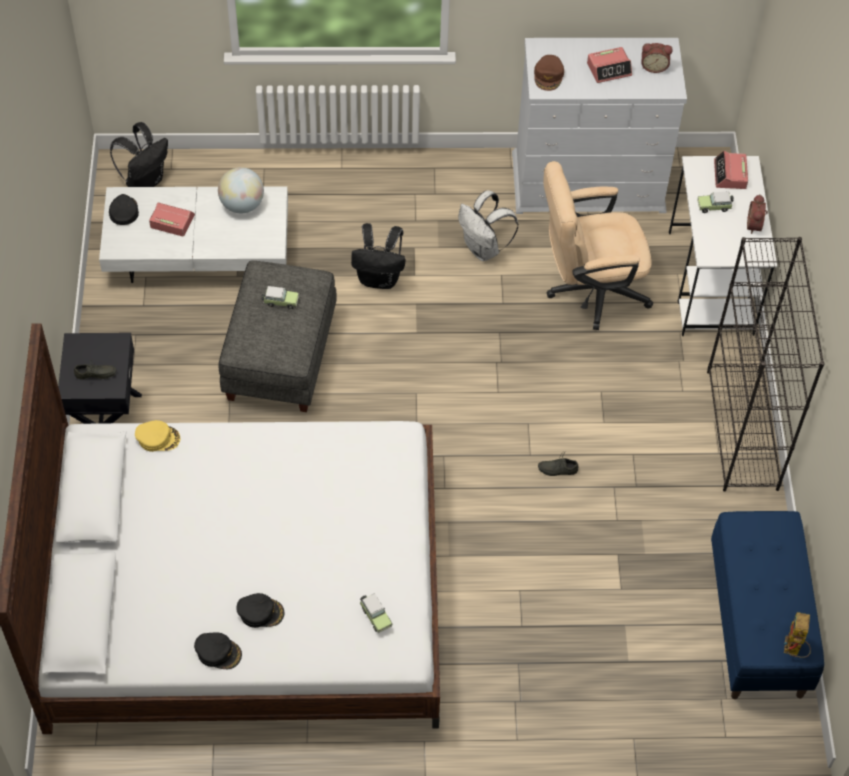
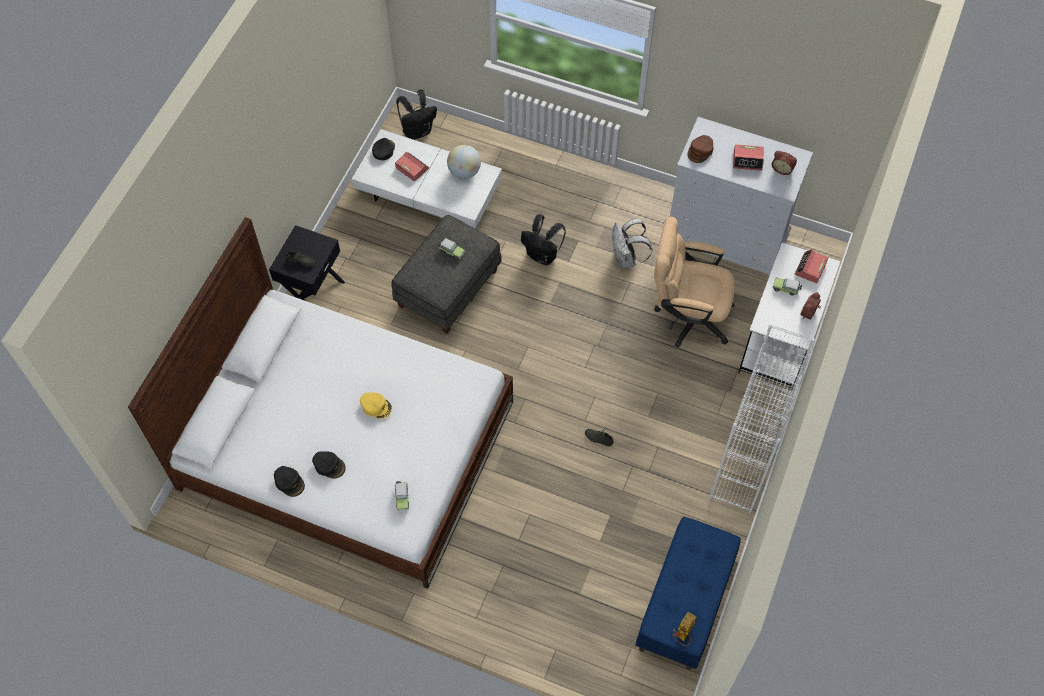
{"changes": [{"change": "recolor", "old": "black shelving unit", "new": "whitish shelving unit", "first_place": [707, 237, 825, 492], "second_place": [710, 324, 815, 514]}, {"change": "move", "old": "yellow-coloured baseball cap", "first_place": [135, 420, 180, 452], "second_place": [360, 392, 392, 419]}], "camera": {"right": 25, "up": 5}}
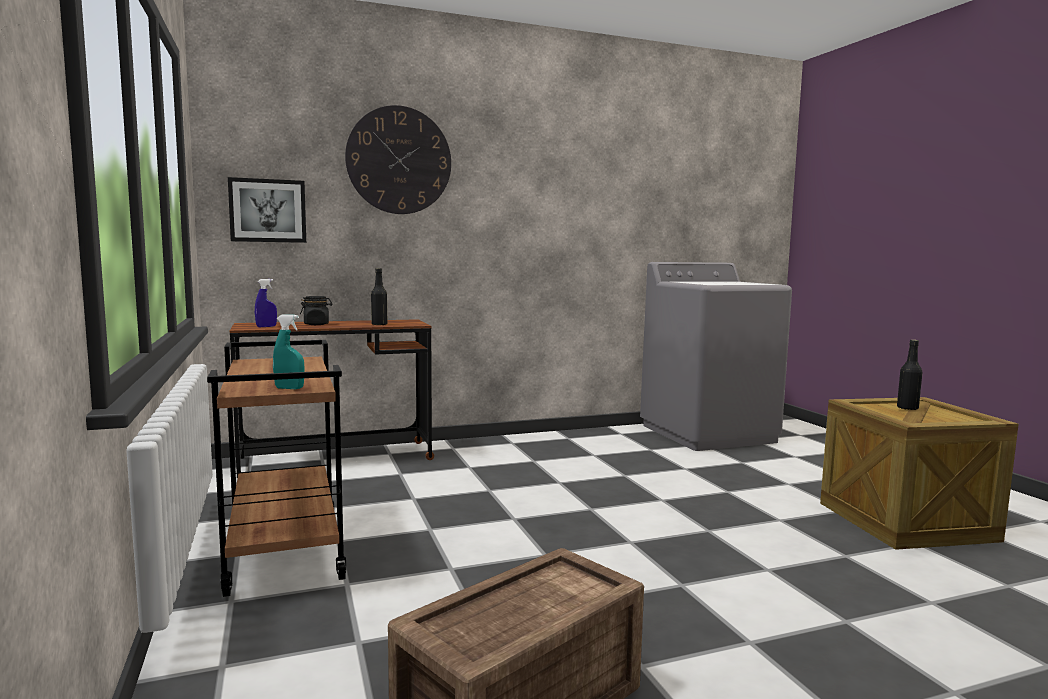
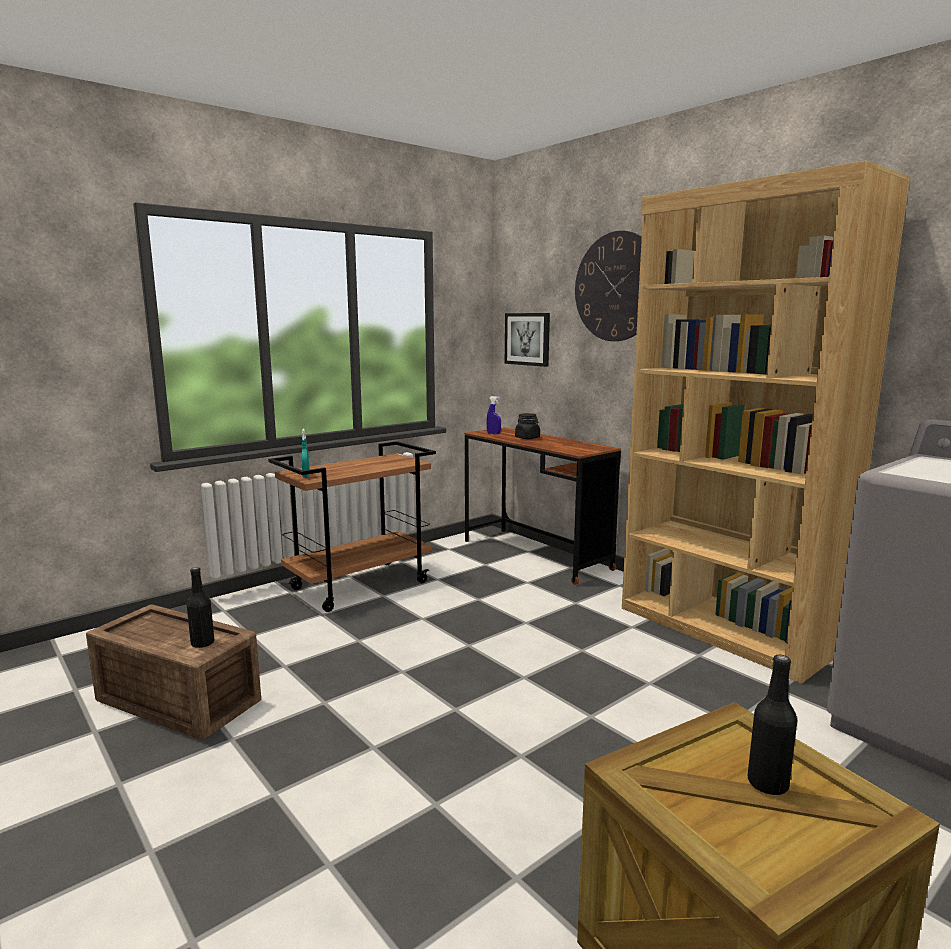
{"changes": [{"change": "move", "old": "black beverage bottle", "first_place": [371, 268, 387, 325], "second_place": [187, 567, 215, 648]}, {"change": "insert", "new": "brown shelving unit", "second_place": [622, 161, 910, 684]}], "camera": {"right": 70, "up": 5}}
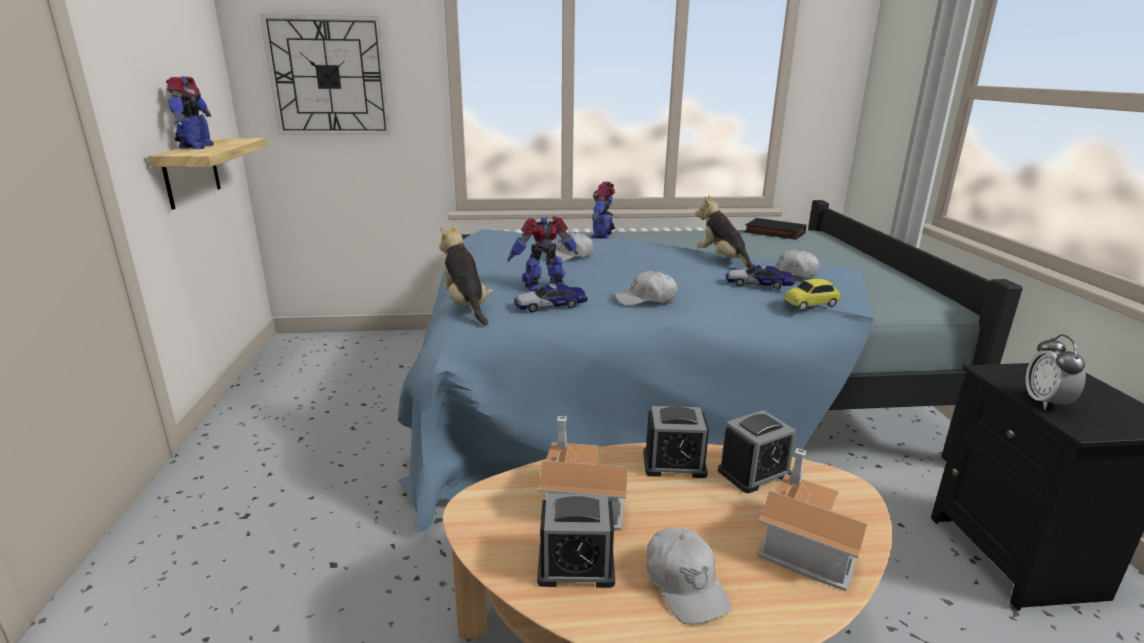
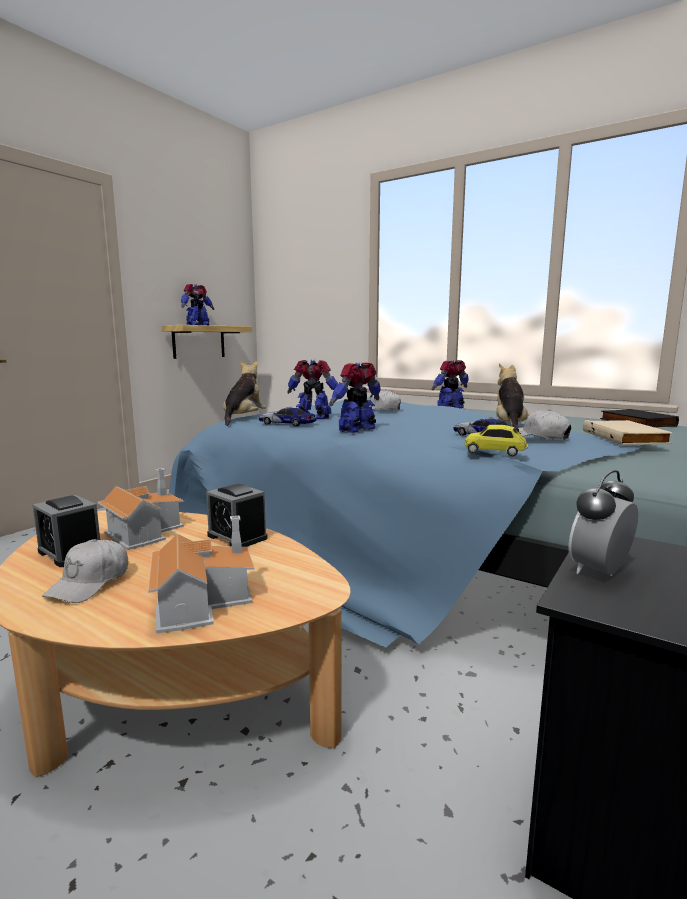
{"changes": [{"change": "delete", "old": "clock on the wall", "first_place": [260, 14, 391, 135]}, {"change": "replace", "old": "whitish baseball cap", "new": "toy robot", "first_place": [615, 271, 677, 305], "second_place": [329, 363, 381, 433]}, {"change": "delete", "old": "alarm clock", "first_place": [718, 410, 797, 493]}, {"change": "insert", "new": "sand-coloured volume", "second_place": [583, 420, 673, 445]}], "camera": {"right": 40, "up": -10}}
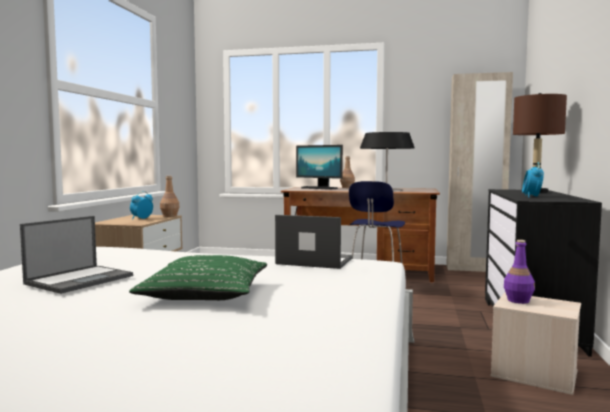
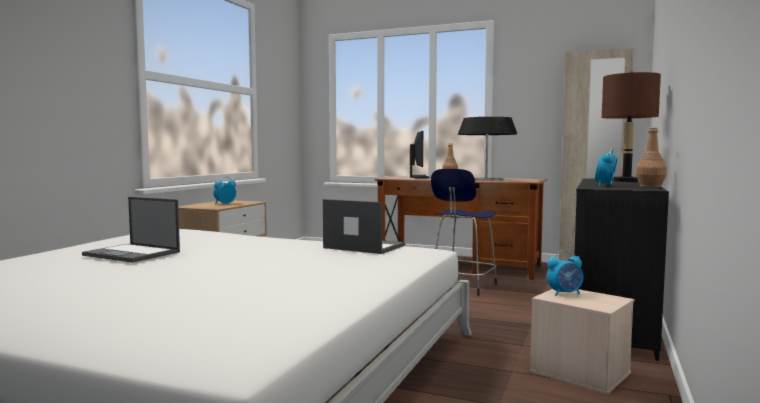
{"changes": [{"change": "rotate", "old": "monitor", "first_place": [296, 145, 343, 190], "second_place": [410, 131, 429, 178], "degrees": -135}, {"change": "move", "old": "brown beverage bottle", "first_place": [160, 176, 179, 217], "second_place": [636, 127, 667, 188]}, {"change": "rotate", "old": "laptop", "first_place": [20, 216, 133, 294], "second_place": [82, 197, 180, 263], "degrees": 75}, {"change": "replace", "old": "purple-coloured beverage bottle", "new": "alarm clock", "first_place": [504, 240, 535, 304], "second_place": [547, 250, 583, 296]}, {"change": "delete", "old": "green-coloured throw pillow", "first_place": [129, 255, 267, 300]}], "camera": {"right": 10, "up": 0}}
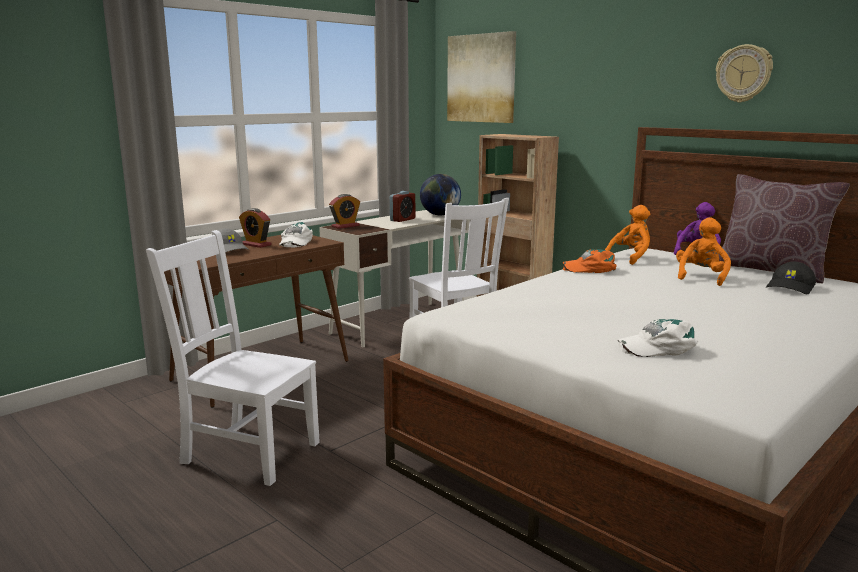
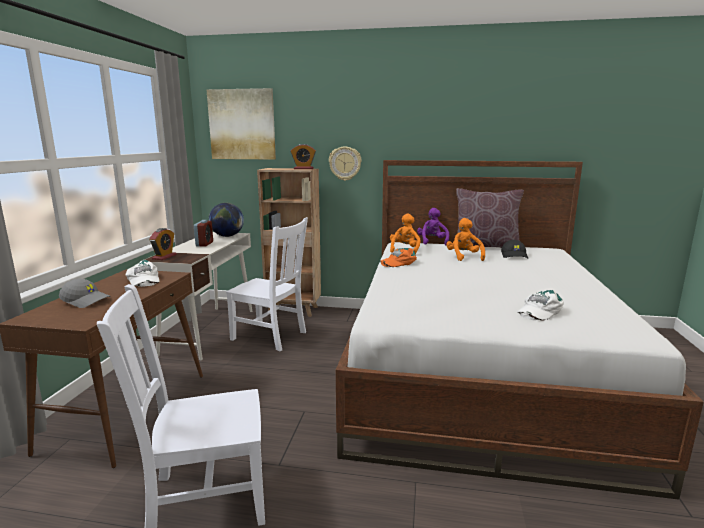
{"changes": [{"change": "move", "old": "clock on the wall", "first_place": [716, 44, 773, 103], "second_place": [329, 147, 362, 181]}, {"change": "move", "old": "alarm clock", "first_place": [239, 208, 272, 248], "second_place": [291, 144, 316, 169]}], "camera": {"right": -35, "up": 0}}
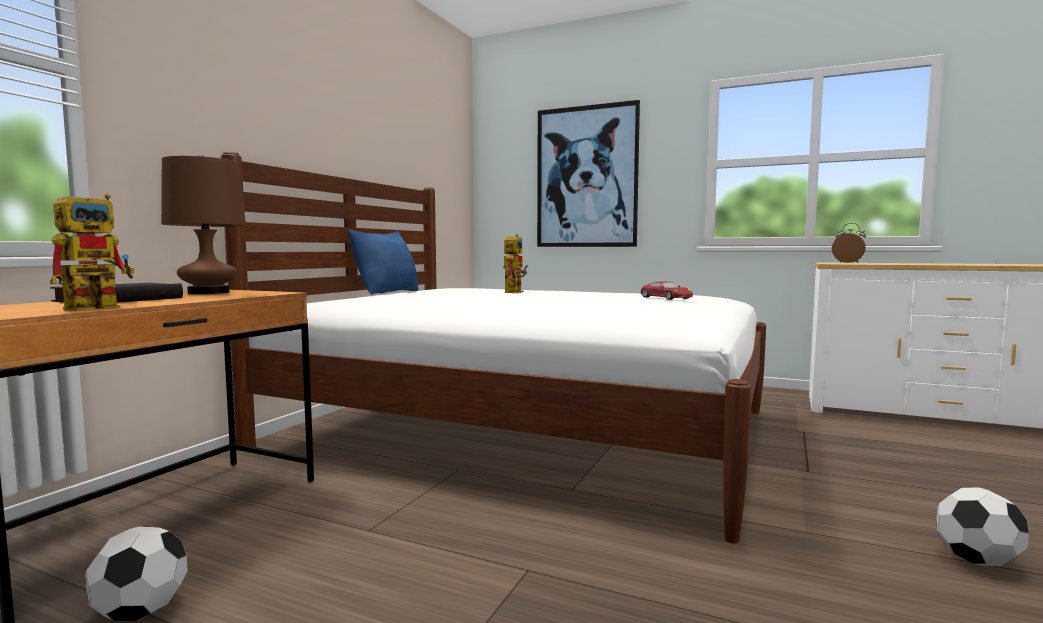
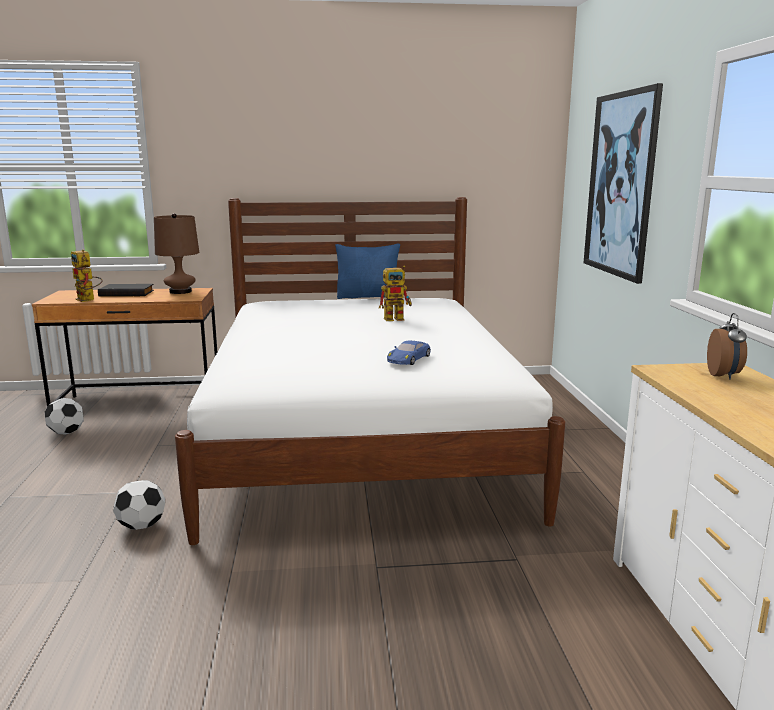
{"changes": [{"change": "rotate", "old": "toy robot", "first_place": [50, 194, 134, 311], "second_place": [71, 250, 103, 302], "degrees": 45}, {"change": "recolor", "old": "red model car", "new": "blue model car", "first_place": [641, 281, 693, 300], "second_place": [387, 341, 431, 365]}, {"change": "move", "old": "football ball", "first_place": [936, 487, 1029, 566], "second_place": [113, 480, 165, 530]}], "camera": {"right": 60, "up": 10}}
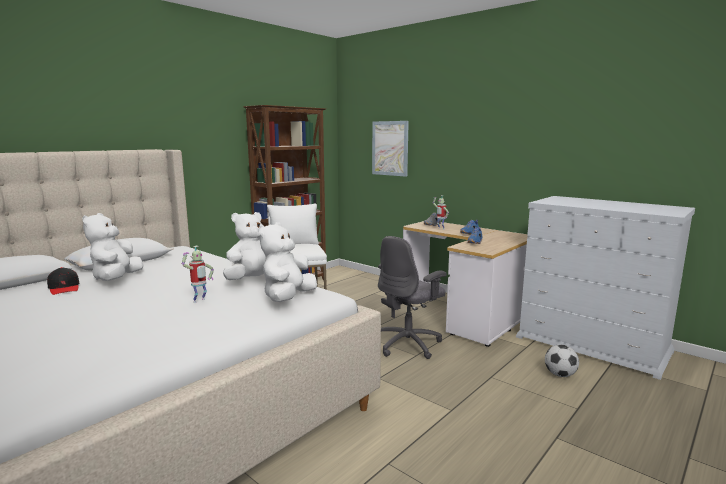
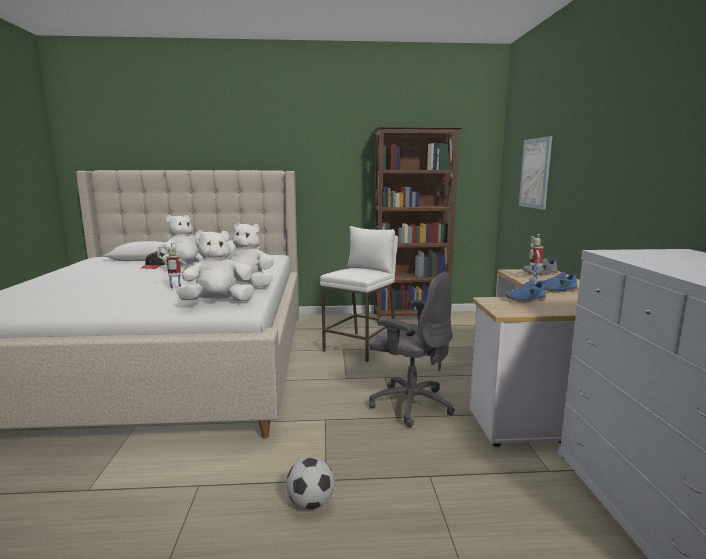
{"changes": [{"change": "rotate", "old": "greyish desk chair", "first_place": [378, 236, 447, 359], "second_place": [369, 272, 455, 428], "degrees": -150}, {"change": "move", "old": "football ball", "first_place": [545, 344, 579, 377], "second_place": [286, 457, 335, 510]}], "camera": {"right": 45, "up": 0}}
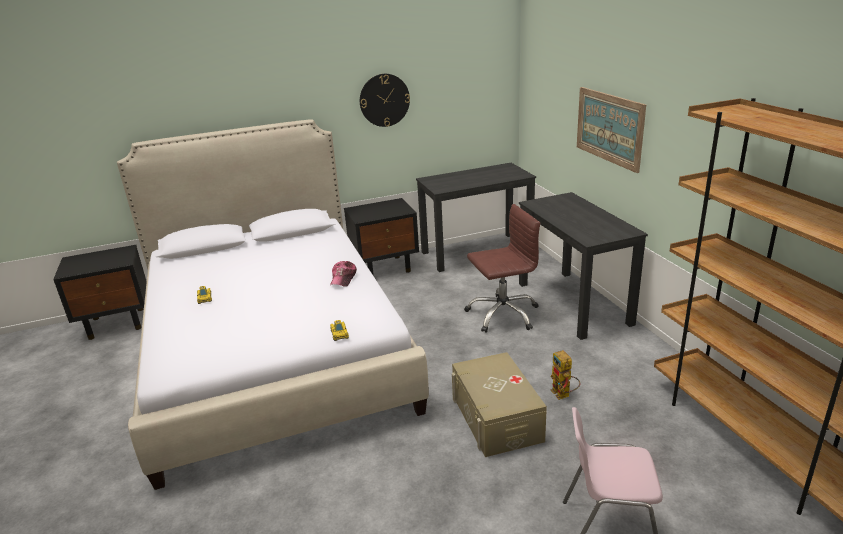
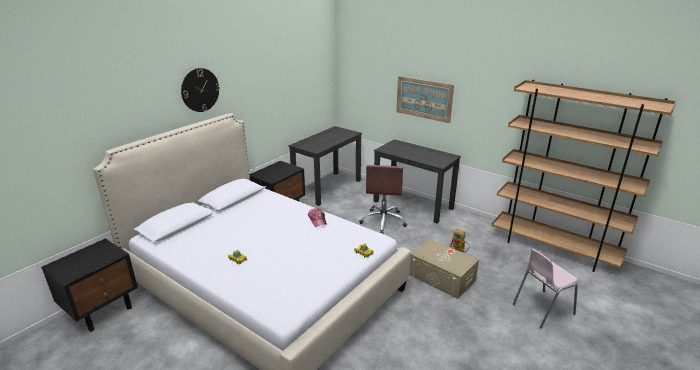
{"changes": [{"change": "move", "old": "clock on the wall", "first_place": [360, 74, 410, 127], "second_place": [181, 68, 220, 112]}, {"change": "rotate", "old": "brown desk chair", "first_place": [464, 204, 540, 333], "second_place": [359, 165, 407, 233], "degrees": 150}], "camera": {"right": -35, "up": 0}}
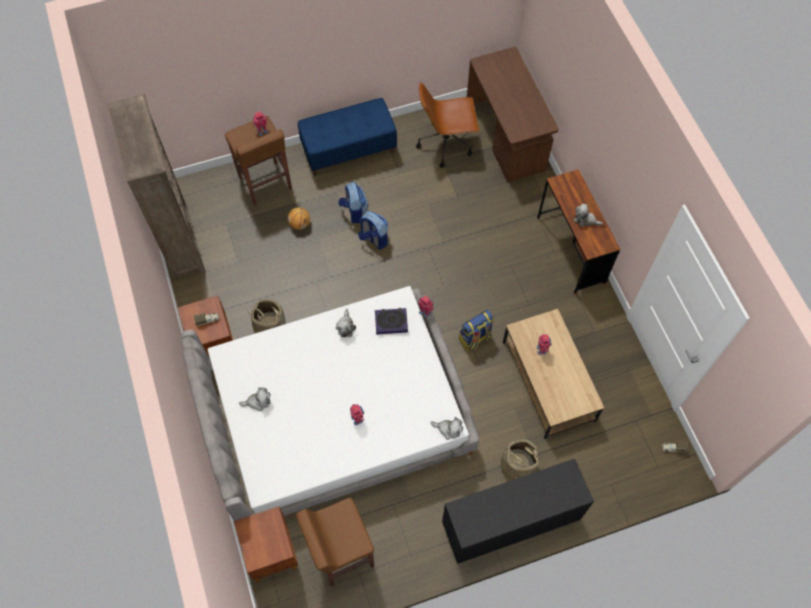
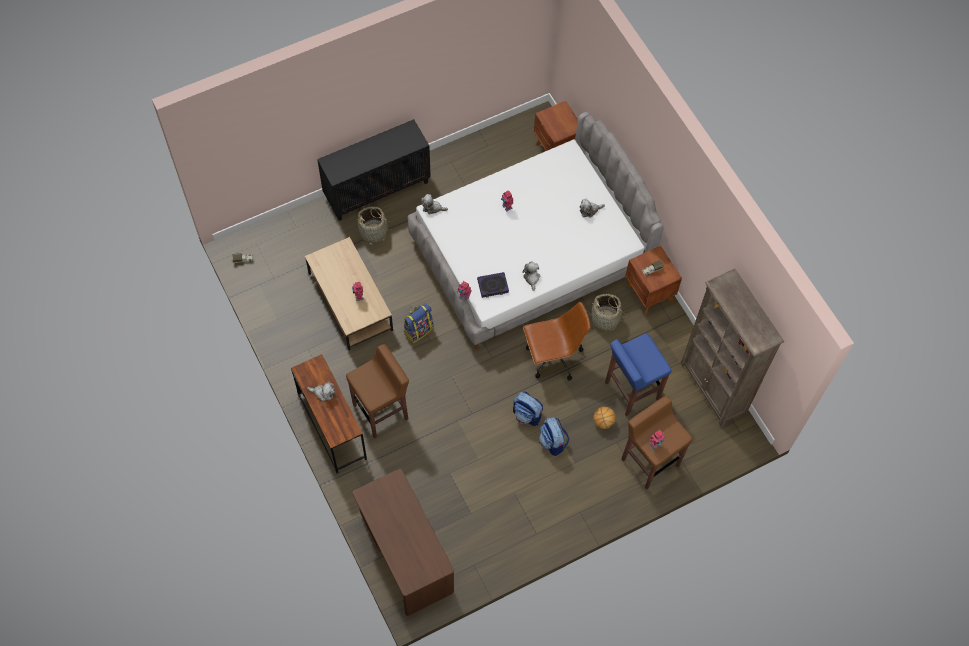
{"changes": [{"change": "move", "old": "brown desk chair", "first_place": [416, 82, 479, 168], "second_place": [523, 302, 591, 381]}, {"change": "delete", "old": "blue bench", "first_place": [298, 98, 397, 176]}, {"change": "move", "old": "brown sitting stool", "first_place": [296, 498, 374, 587], "second_place": [346, 344, 409, 439]}, {"change": "insert", "new": "blue sitting stool", "second_place": [605, 333, 671, 416]}], "camera": {"right": 170, "up": 0}}
